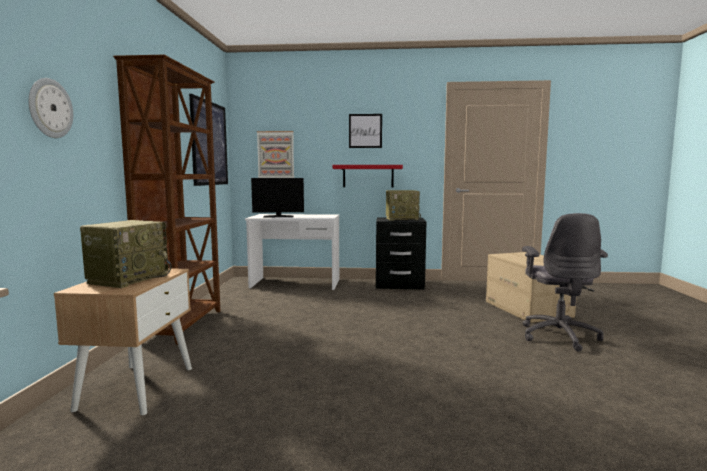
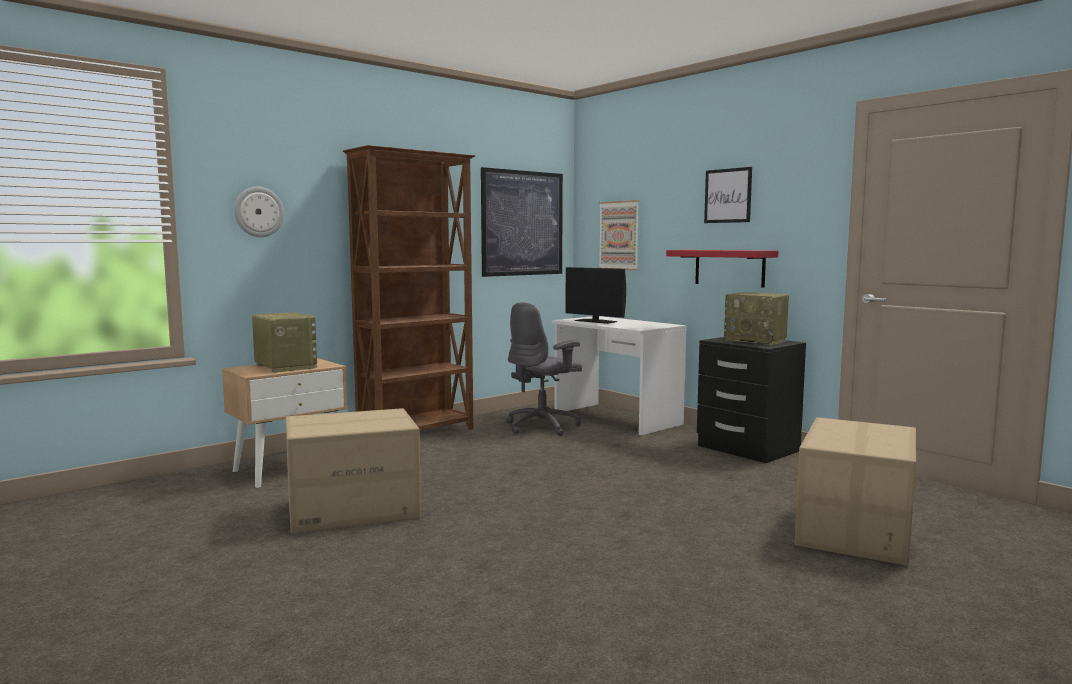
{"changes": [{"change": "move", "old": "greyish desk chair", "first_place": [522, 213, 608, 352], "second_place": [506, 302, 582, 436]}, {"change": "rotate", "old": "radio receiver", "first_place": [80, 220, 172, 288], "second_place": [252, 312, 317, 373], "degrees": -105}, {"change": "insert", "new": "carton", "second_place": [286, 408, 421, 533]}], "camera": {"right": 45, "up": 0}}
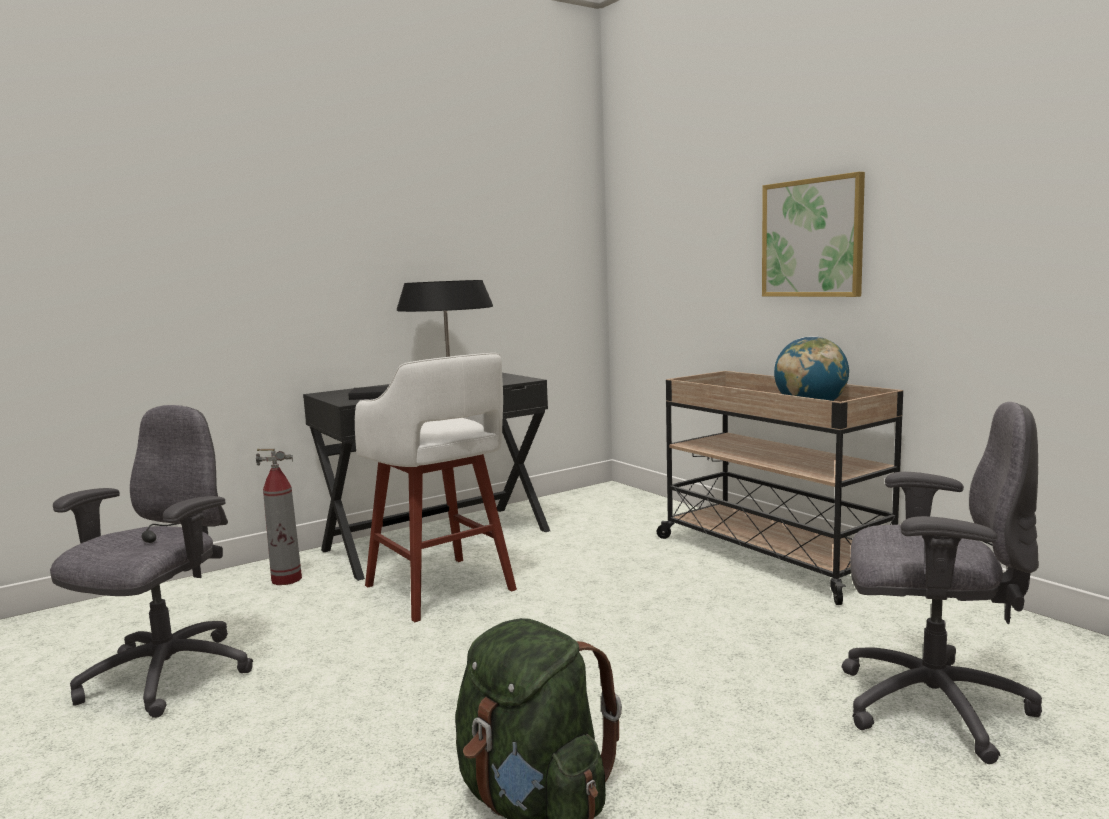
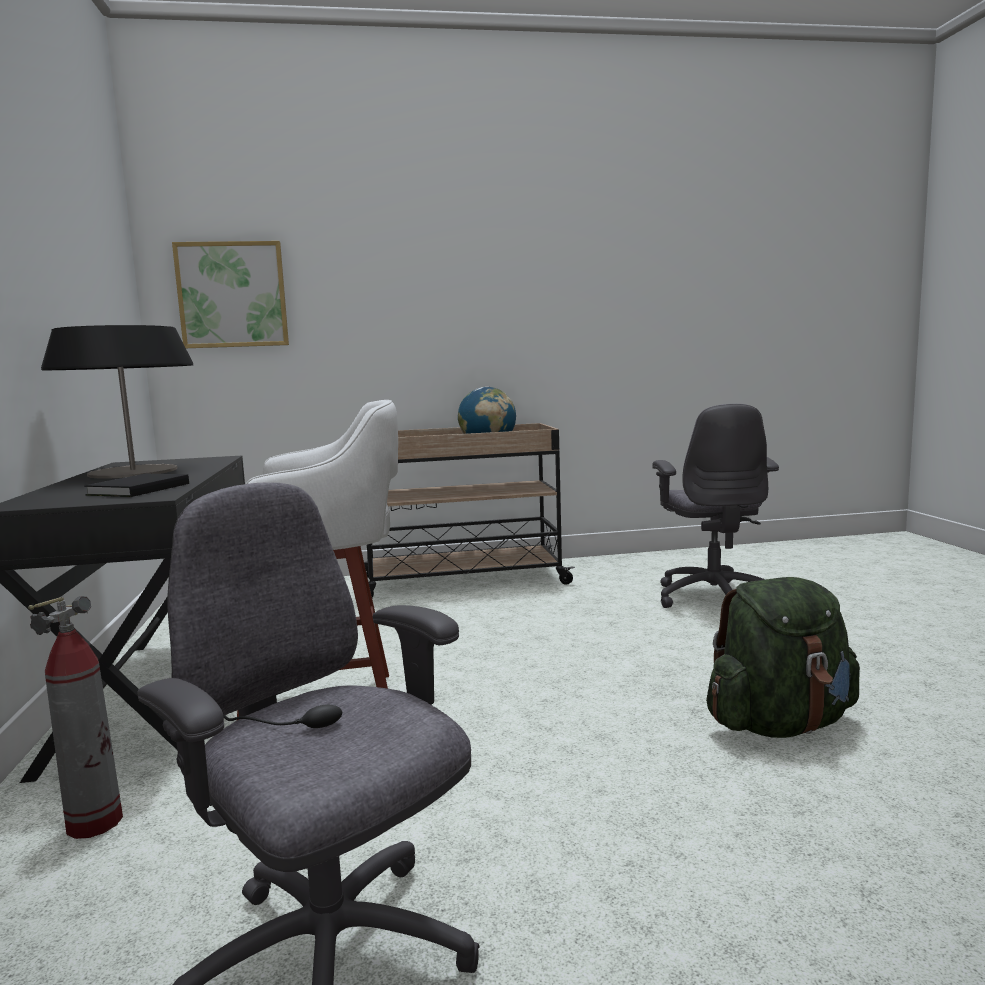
{"changes": [{"change": "move", "old": "wall art", "first_place": [762, 172, 865, 297], "second_place": [172, 241, 289, 348]}, {"change": "rotate", "old": "greyish desk chair", "first_place": [842, 402, 1042, 764], "second_place": [652, 404, 779, 608], "degrees": 135}], "camera": {"right": -65, "up": 0}}
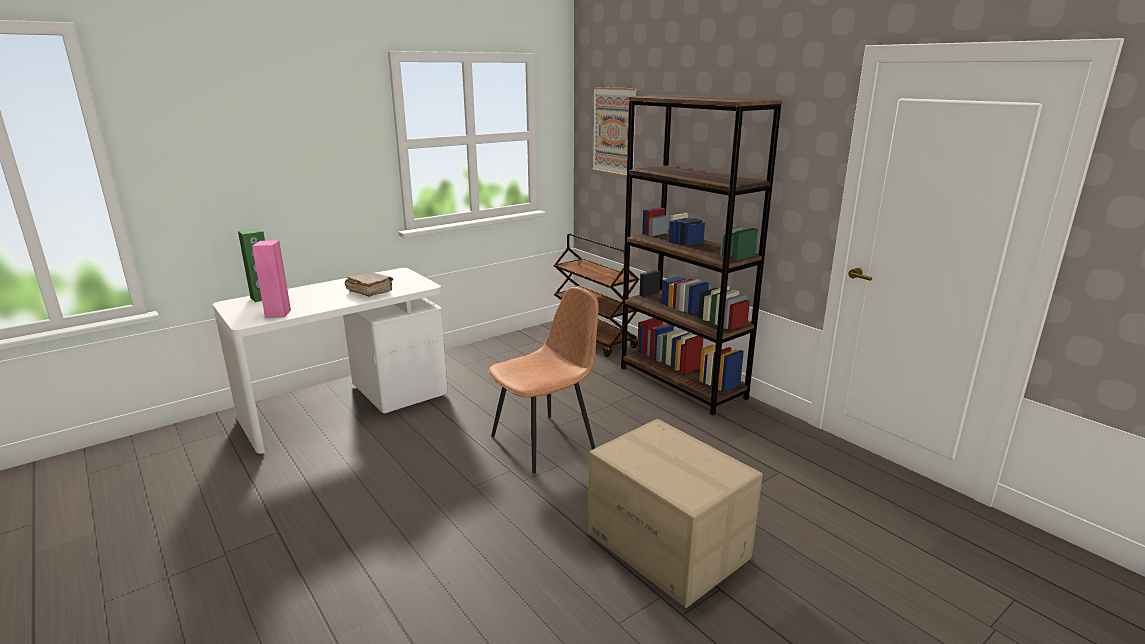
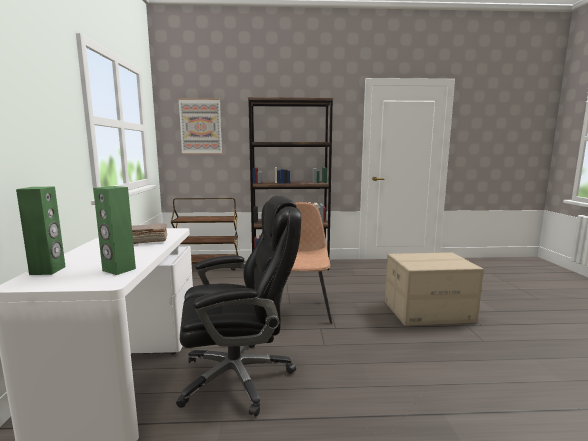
{"changes": [{"change": "recolor", "old": "pink-coloured audio speaker", "new": "green-coloured audio speaker", "first_place": [252, 240, 291, 318], "second_place": [93, 186, 136, 275]}, {"change": "insert", "new": "black desk chair", "second_place": [176, 195, 301, 416]}], "camera": {"right": -55, "up": -10}}
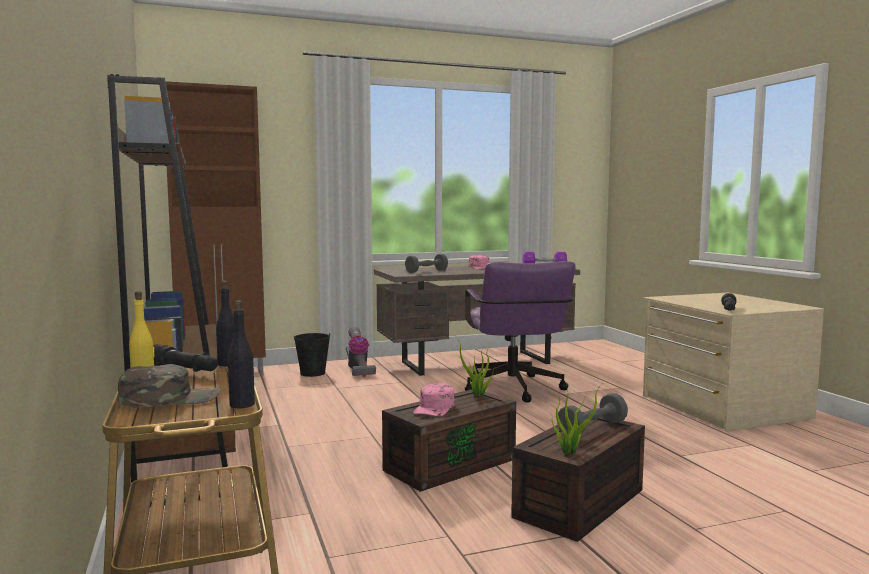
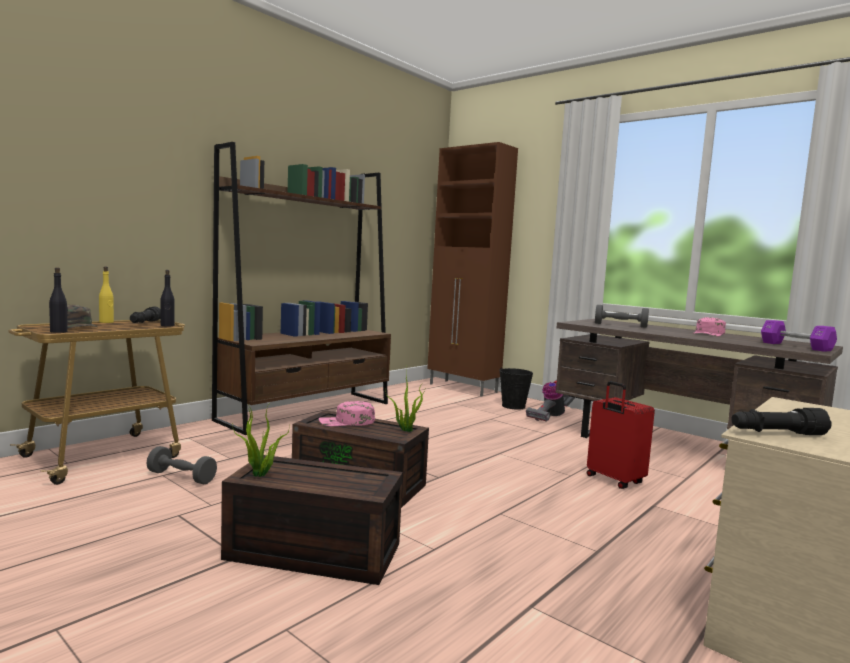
{"changes": [{"change": "replace", "old": "purple-coloured desk chair", "new": "red suitcase", "first_place": [465, 261, 576, 403], "second_place": [587, 381, 655, 489]}, {"change": "move", "old": "greyish free weight", "first_place": [557, 393, 628, 434], "second_place": [147, 446, 217, 484]}], "camera": {"right": 60, "up": 0}}
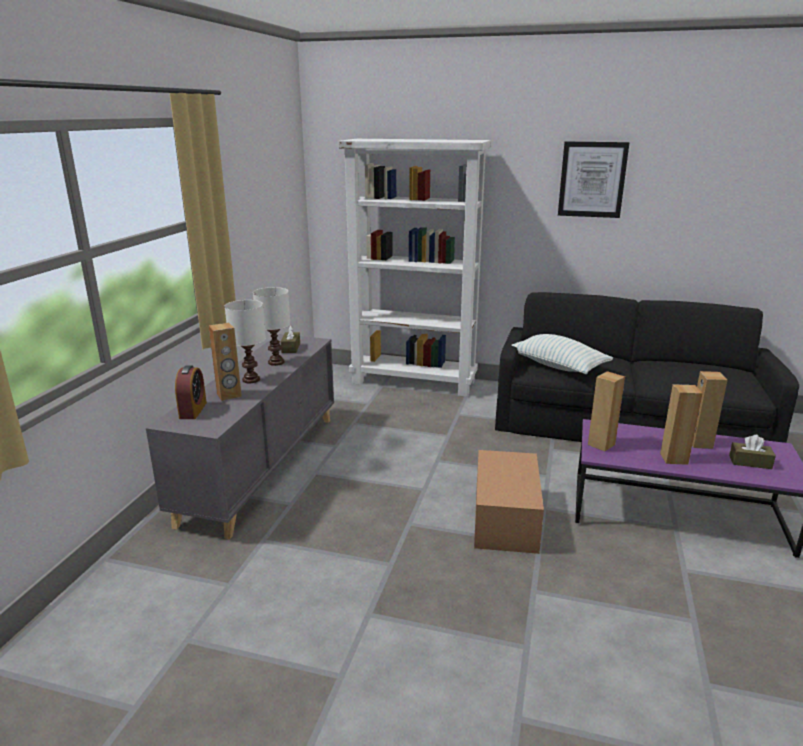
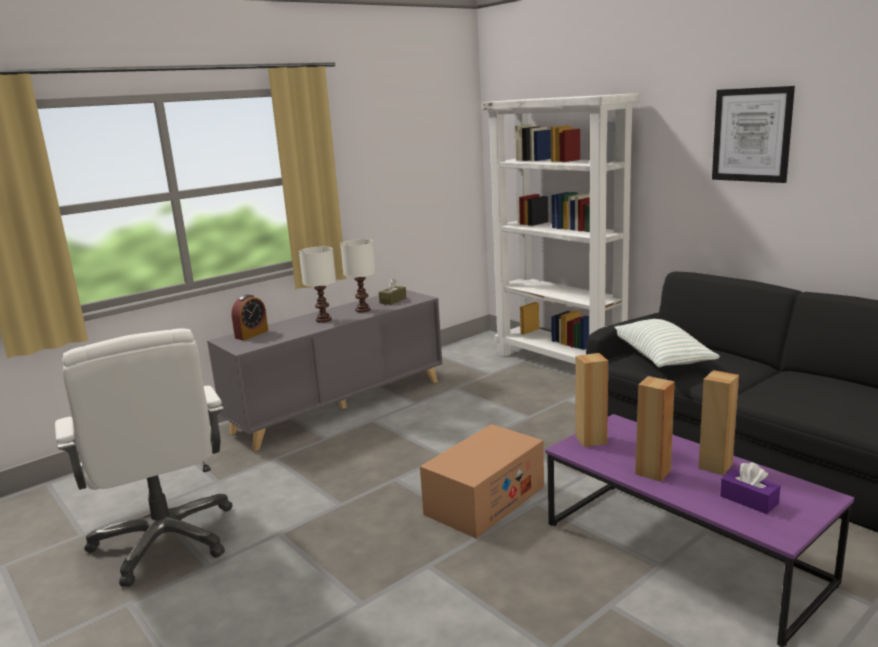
{"changes": [{"change": "delete", "old": "brown audio speaker", "first_place": [209, 323, 242, 401]}, {"change": "recolor", "old": "brown tissue holder", "new": "purple-coloured tissue holder", "first_place": [729, 435, 776, 469], "second_place": [720, 462, 781, 514]}, {"change": "insert", "new": "whitish desk chair", "second_place": [55, 328, 233, 587]}], "camera": {"right": 35, "up": -5}}
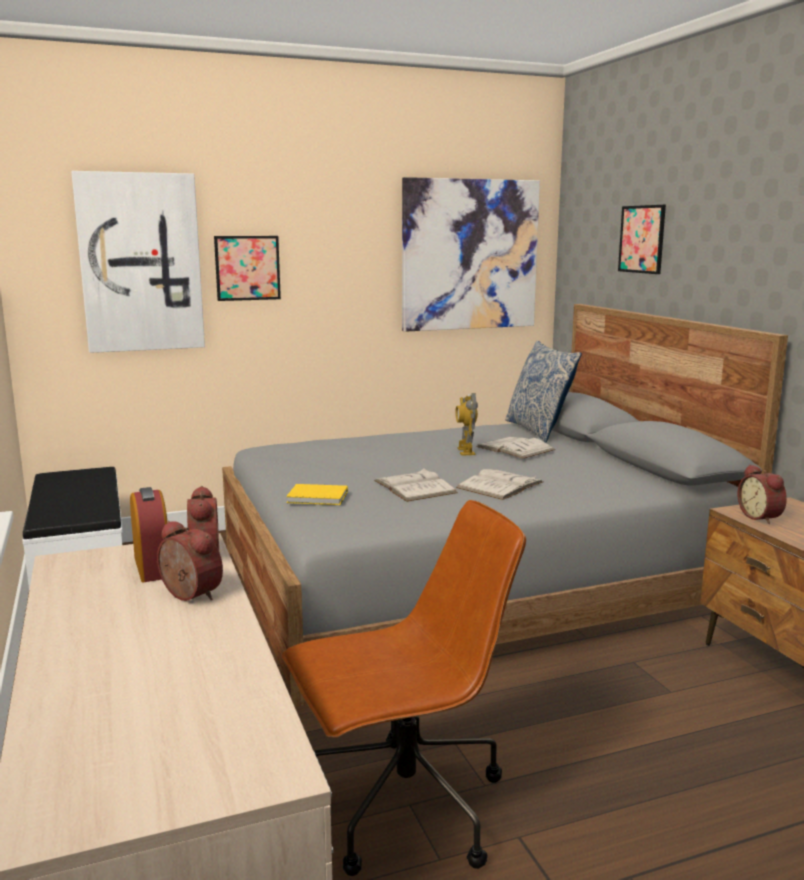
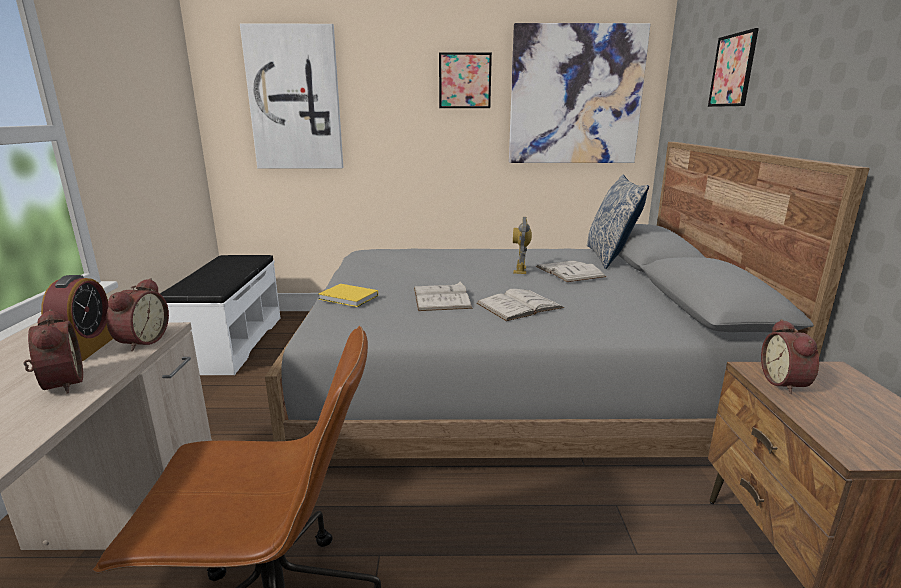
{"changes": [{"change": "move", "old": "wall art", "first_place": [214, 236, 281, 301], "second_place": [439, 52, 492, 108]}], "camera": {"right": 20, "up": 5}}
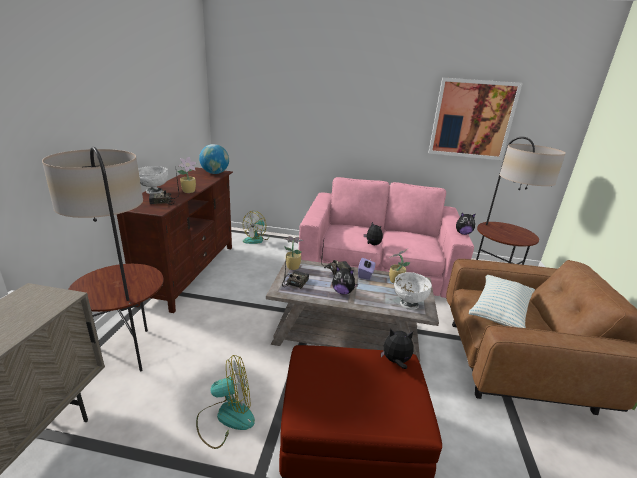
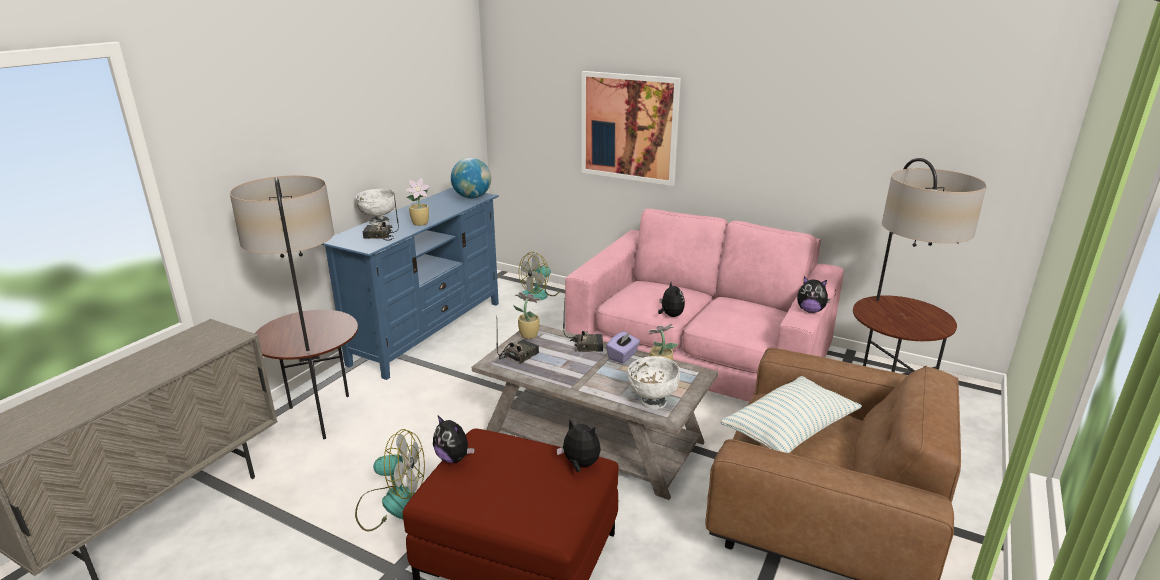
{"changes": [{"change": "move", "old": "wall art", "first_place": [428, 77, 523, 160], "second_place": [582, 71, 681, 186]}, {"change": "recolor", "old": "brown tv unit", "new": "blue tv unit", "first_place": [117, 167, 233, 313], "second_place": [321, 187, 499, 380]}, {"change": "move", "old": "soft toy", "first_place": [332, 267, 358, 295], "second_place": [433, 416, 475, 463]}], "camera": {"right": 20, "up": 0}}
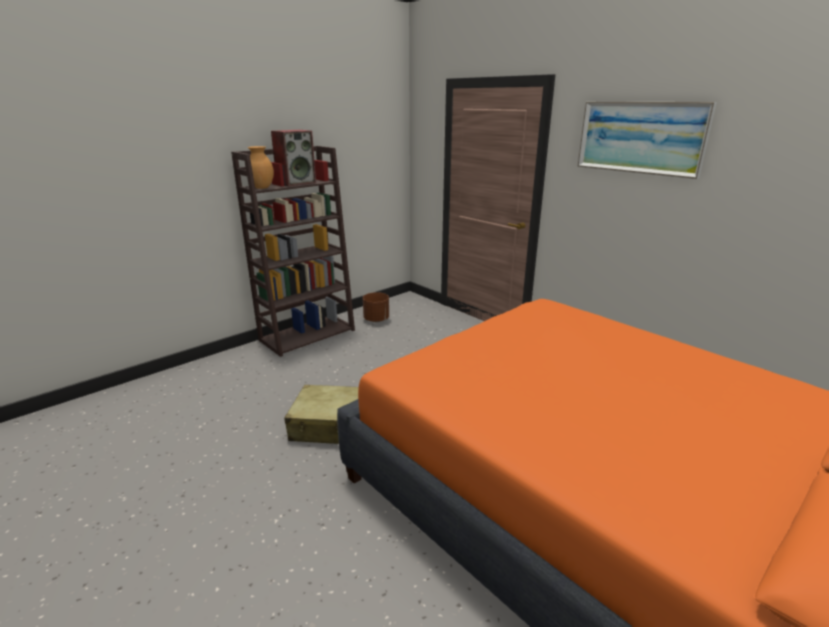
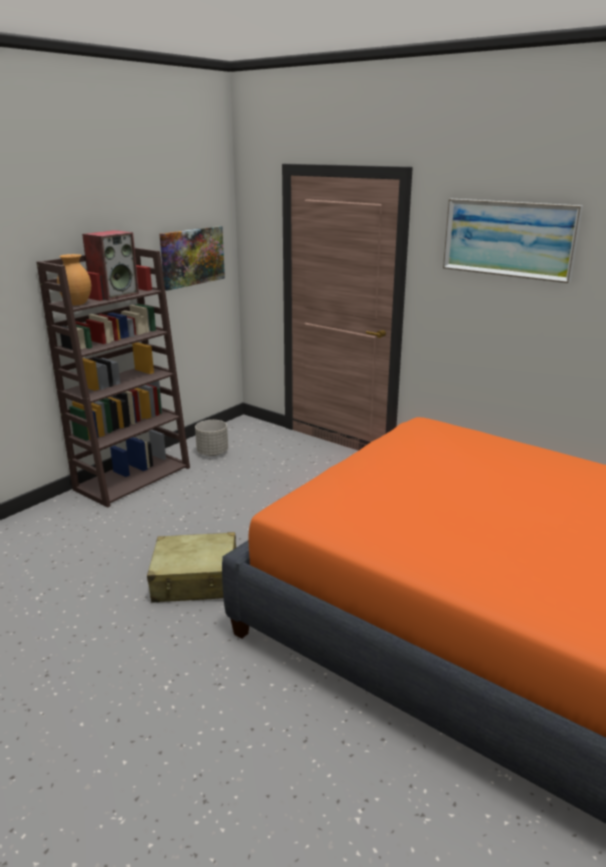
{"changes": [{"change": "recolor", "old": "brown flower pot", "new": "greyish flower pot", "first_place": [363, 292, 389, 322], "second_place": [195, 420, 228, 456]}, {"change": "insert", "new": "wall art", "second_place": [159, 226, 225, 291]}], "camera": {"right": -10, "up": 0}}
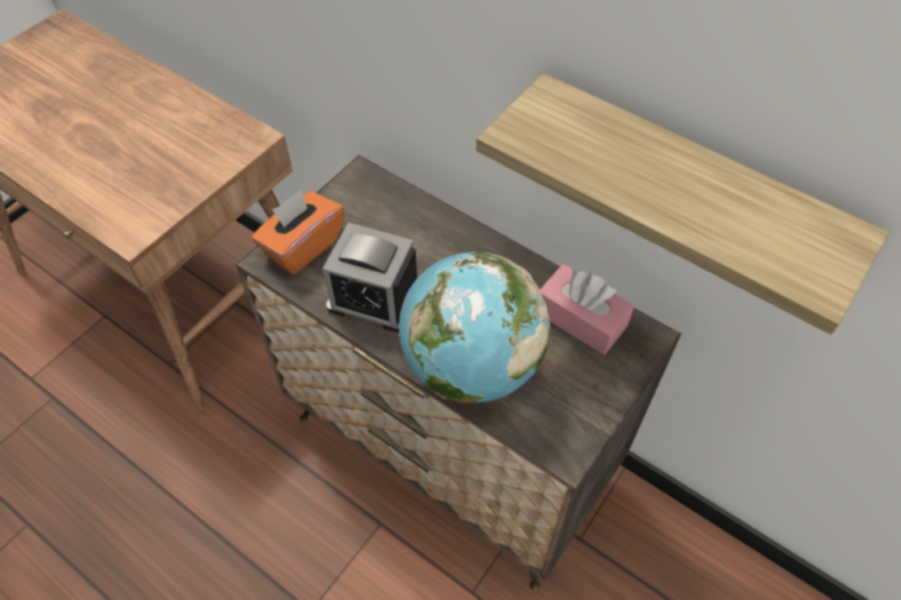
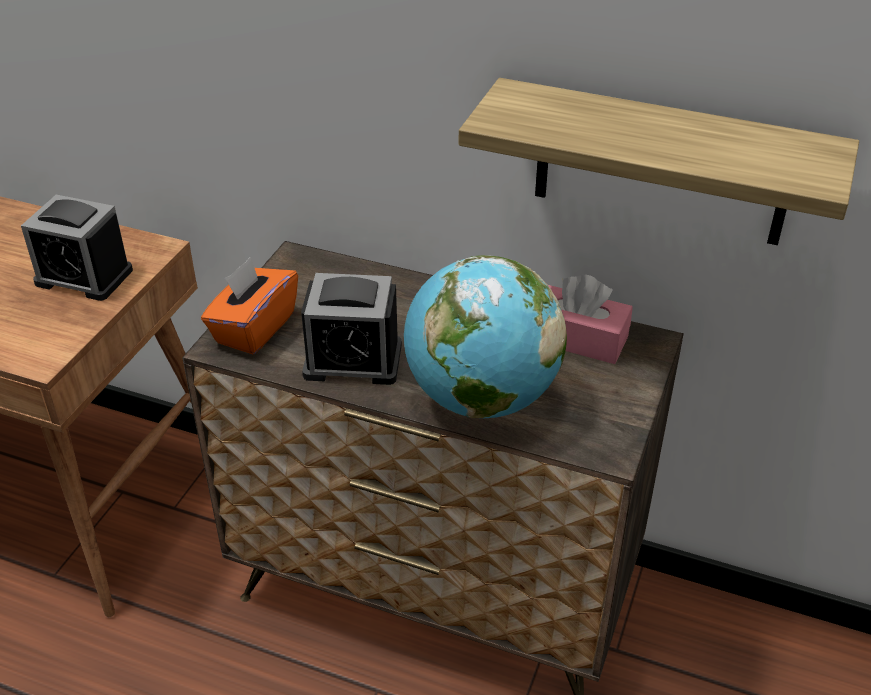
{"changes": [{"change": "insert", "new": "alarm clock", "second_place": [21, 195, 133, 301]}], "camera": {"right": -15, "up": -15}}
